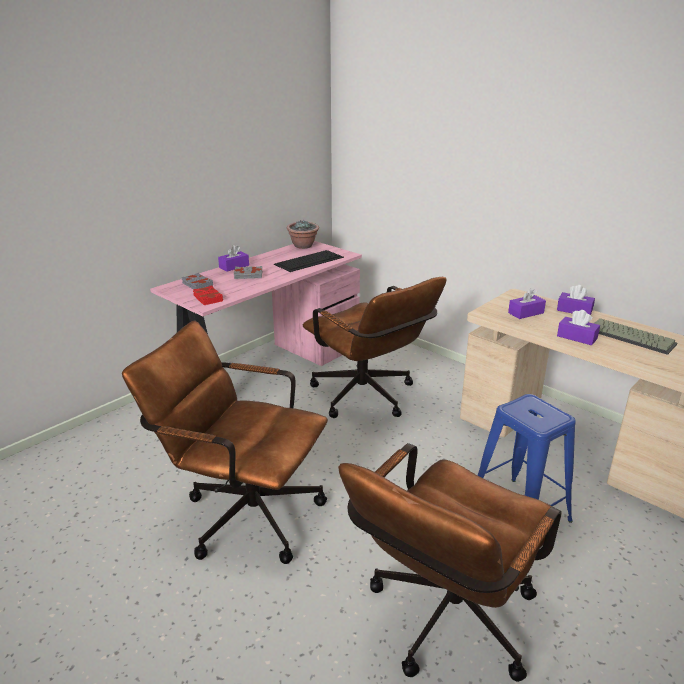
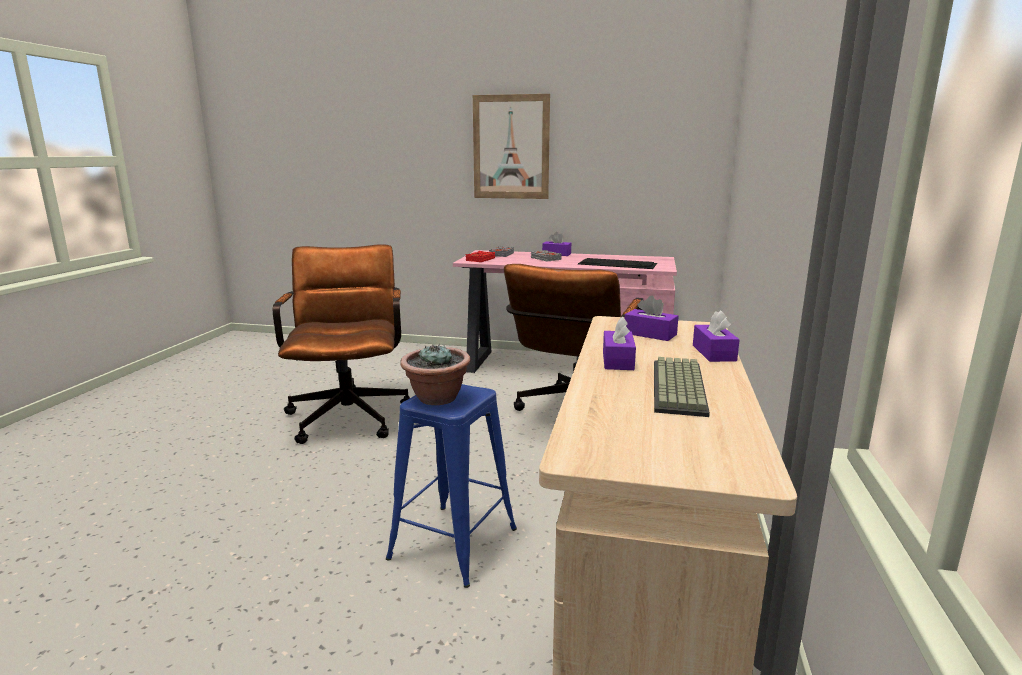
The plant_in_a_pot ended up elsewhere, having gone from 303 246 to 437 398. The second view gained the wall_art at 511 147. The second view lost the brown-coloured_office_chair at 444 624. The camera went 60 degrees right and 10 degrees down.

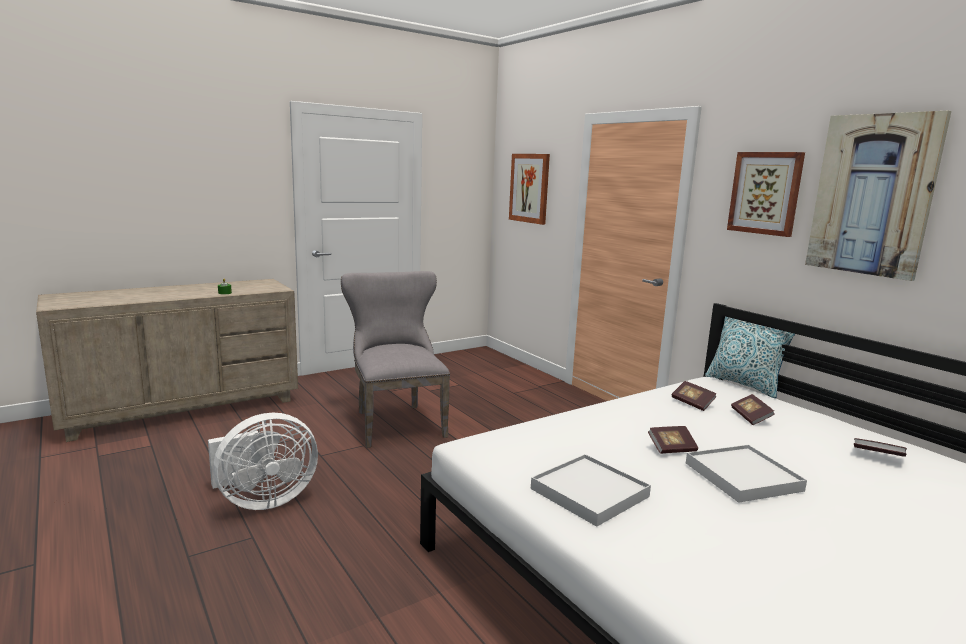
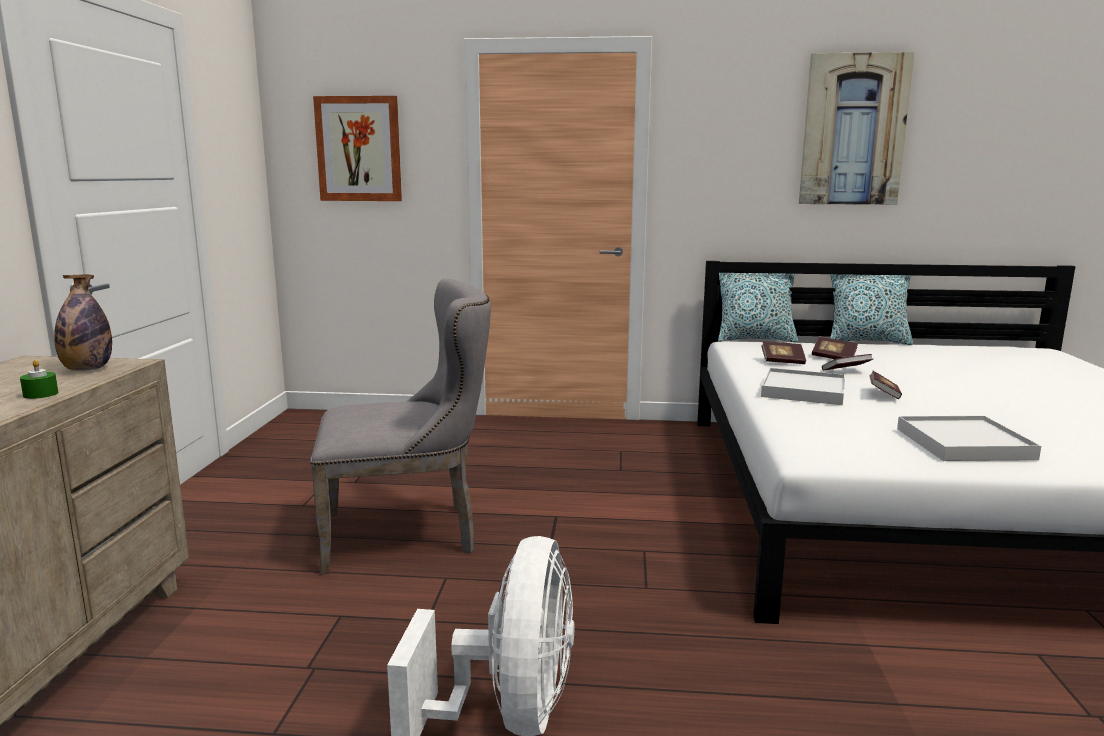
The second view gained the drink_bottle at 87 369. The greyish_chair at 395 422 ended up facing another way, 150 degrees clockwise from before. The white_tray ended up elsewhere, having gone from 742 476 to 803 391. The book ended up elsewhere, having gone from 877 456 to 846 371. The second view gained the cushion at 867 341. The second view lost the wall_art at 765 193. The camera went 50 degrees left and 0 degrees up.

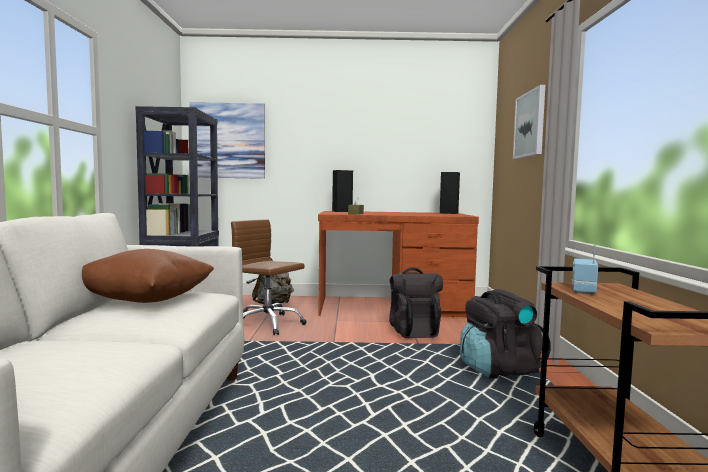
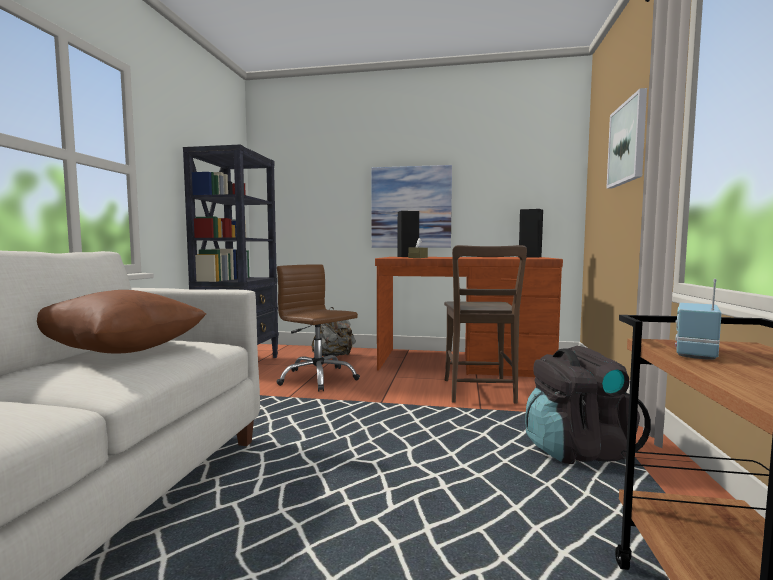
The wall_art ended up elsewhere, having gone from 228 140 to 411 207. Where the black-coloured_backpack stood at 413 331, the brown-coloured_chair came to stand at 479 392. The camera went 10 degrees right and 0 degrees up.

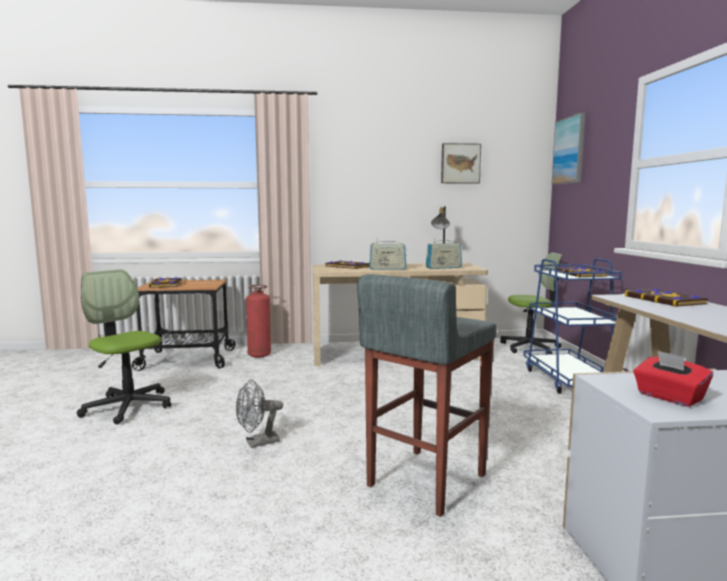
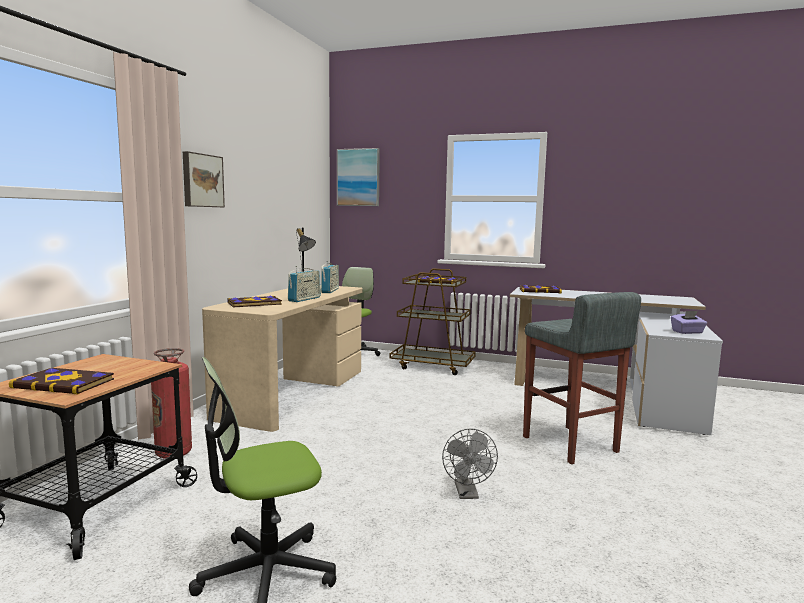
The wall_art ended up elsewhere, having gone from 460 163 to 202 180. What was the blue_cart at 568 380 turned into the brown-coloured_cart at 433 366. What was the reddish_box_of_tissues at 669 397 turned into the purplish_box_of_tissues at 687 332. The camera went 65 degrees left and 0 degrees up.

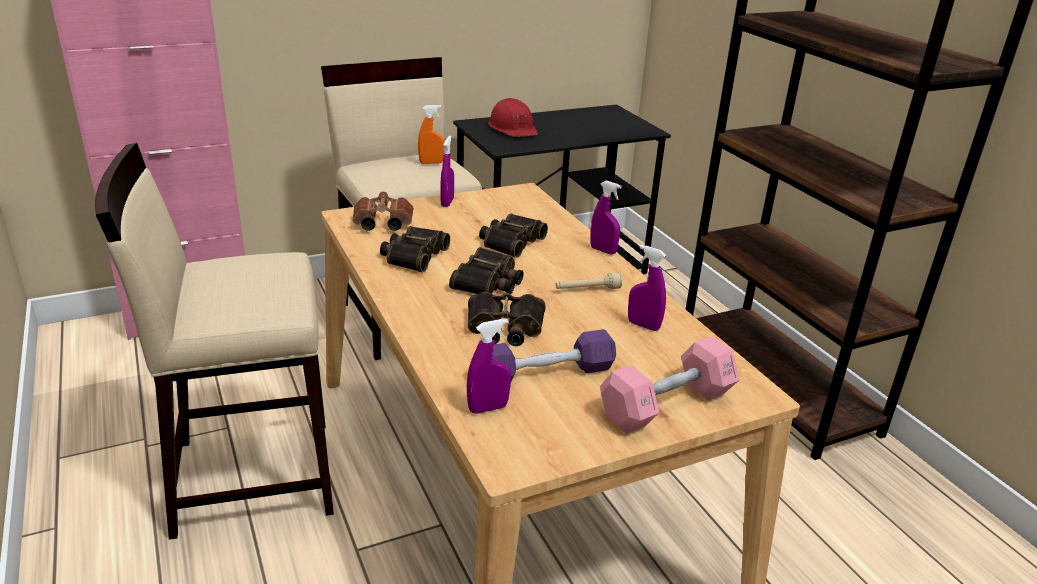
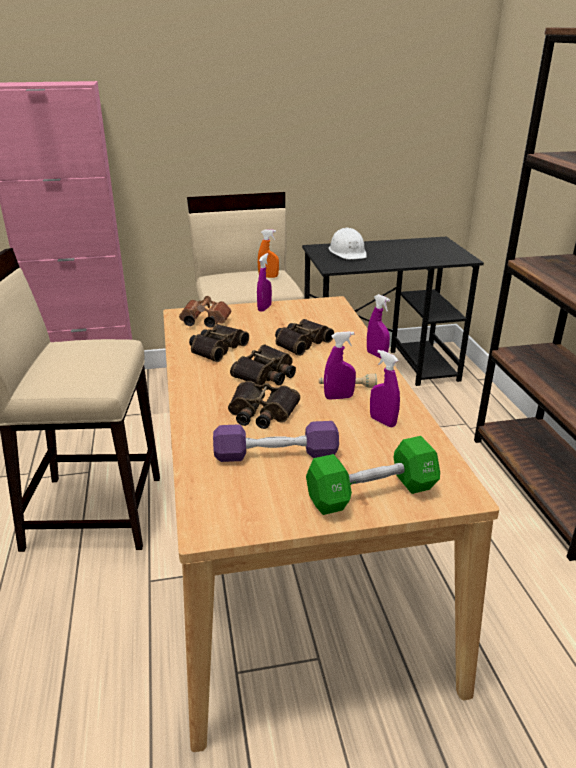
What was the pinkish_free_weight at 667 404 turned into the green-coloured_free_weight at 371 493. The purplish_spray_bottle ended up elsewhere, having gone from 488 408 to 338 397. What was the reddish_safety_helmet at 512 128 turned into the white_safety_helmet at 348 252. The camera went 15 degrees right and 0 degrees up.

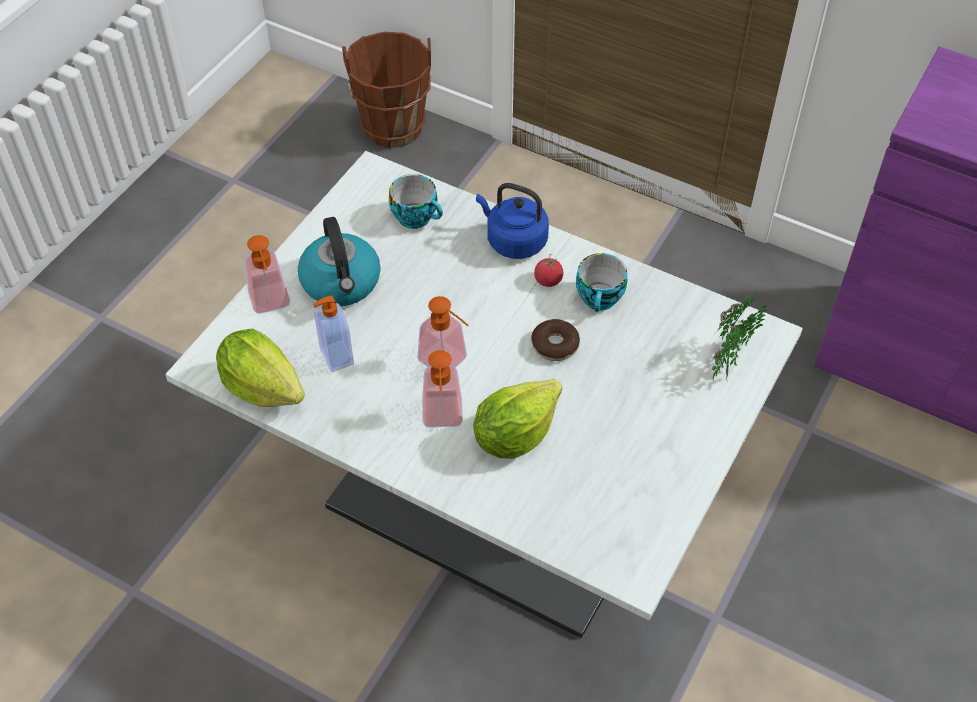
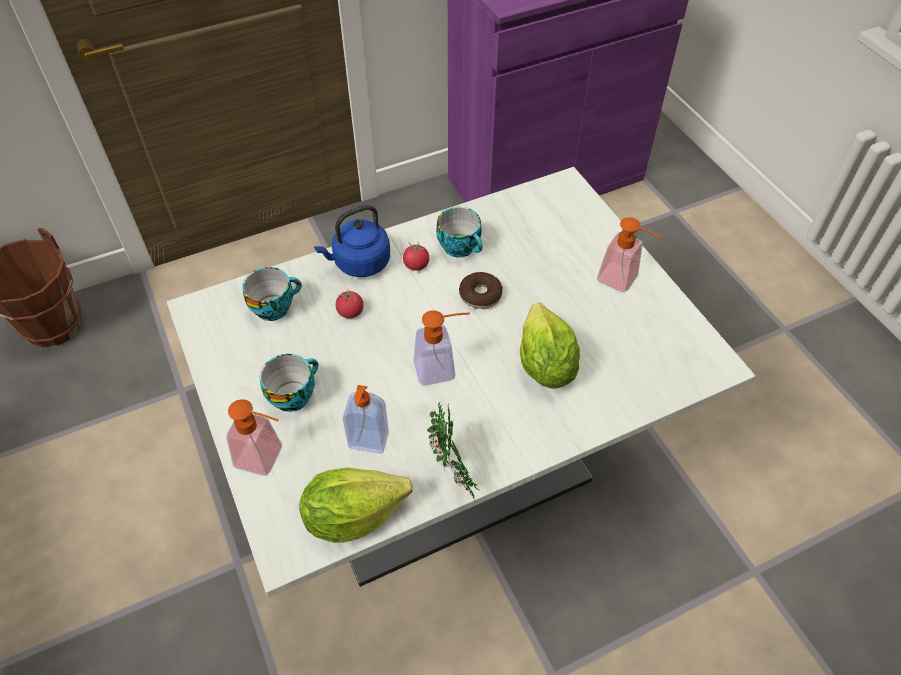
Where the kettle stood at 341 283, the drinking_cup came to stand at 293 394. The second view gained the fresh_tomato at 350 312. The plant_in_a_pot ended up elsewhere, having gone from 727 360 to 452 472. The soap_bottle ended up elsewhere, having gone from 442 420 to 624 281. The camera went 55 degrees left and 0 degrees up.

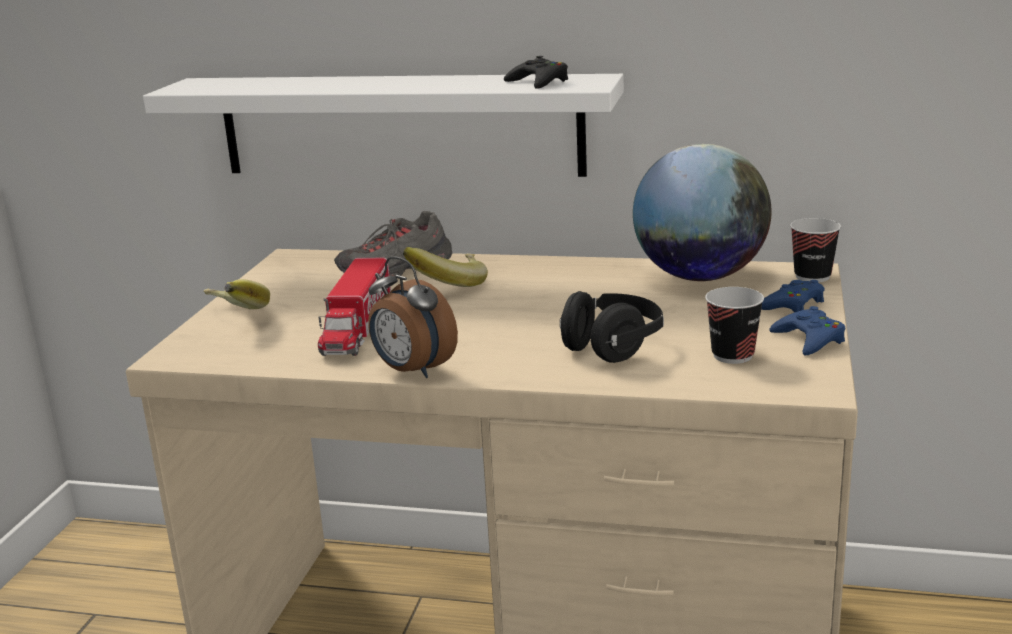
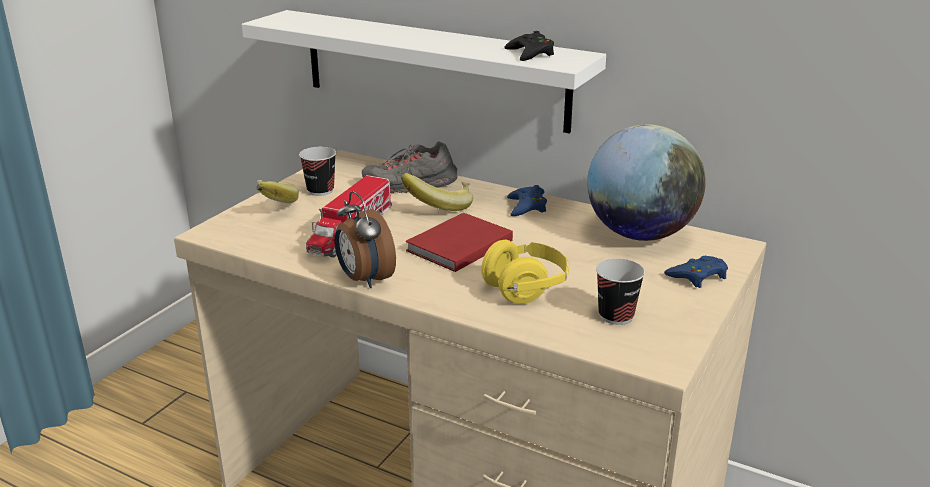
The drinking_cup ended up elsewhere, having gone from 812 276 to 320 191. The second view gained the reddish_book at 456 246. What was the black-coloured_headset at 612 347 turned into the yellow_headset at 526 288. The blue_joypad ended up elsewhere, having gone from 809 339 to 526 206. The camera went 15 degrees right and 5 degrees up.

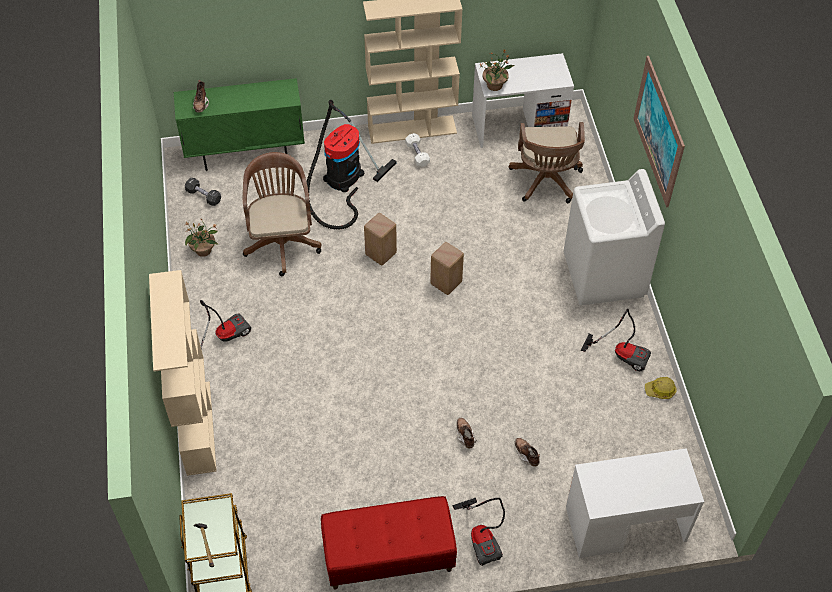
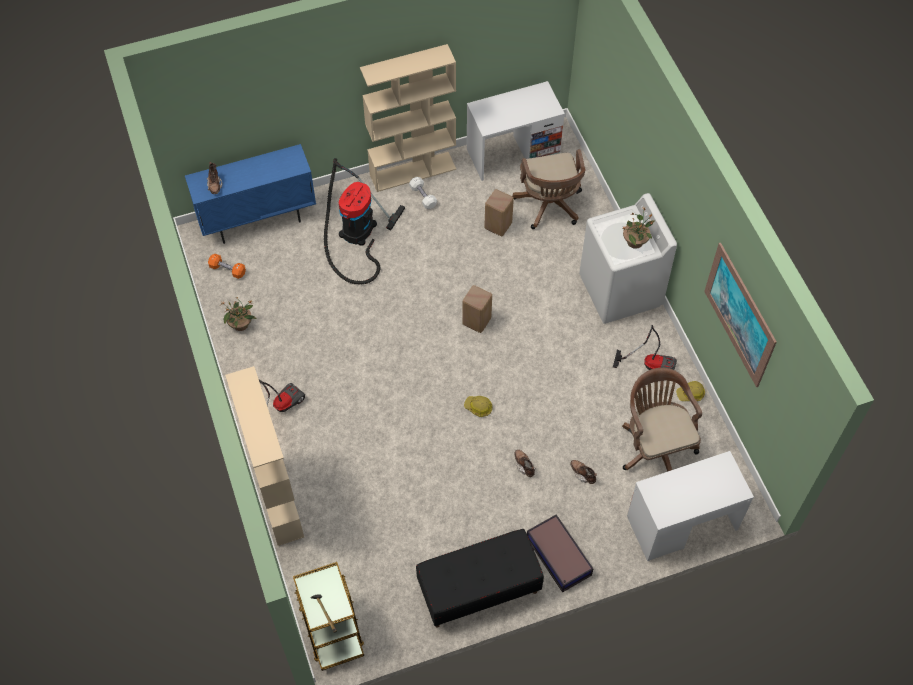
What was the green-coloured_cabinet at 246 154 turned into the blue_cabinet at 258 220. What was the black-coloured_free_weight at 203 196 turned into the orangey_free_weight at 227 270. What was the reddish_bench at 388 557 turned into the black-coloured_bench at 478 589. The second view gained the safety_helmet at 478 407. The beige-coloured_stool ended up elsewhere, having gone from 380 253 to 498 225. Where the hoover stood at 482 537, the storage_box came to stand at 558 557. The brown-coloured_office_chair ended up elsewhere, having gone from 282 241 to 655 446. The plant_in_a_pot ended up elsewhere, having gone from 495 85 to 635 241. The wall_art ended up elsewhere, having gone from 658 131 to 739 315. The camera went 10 degrees left and 5 degrees up.

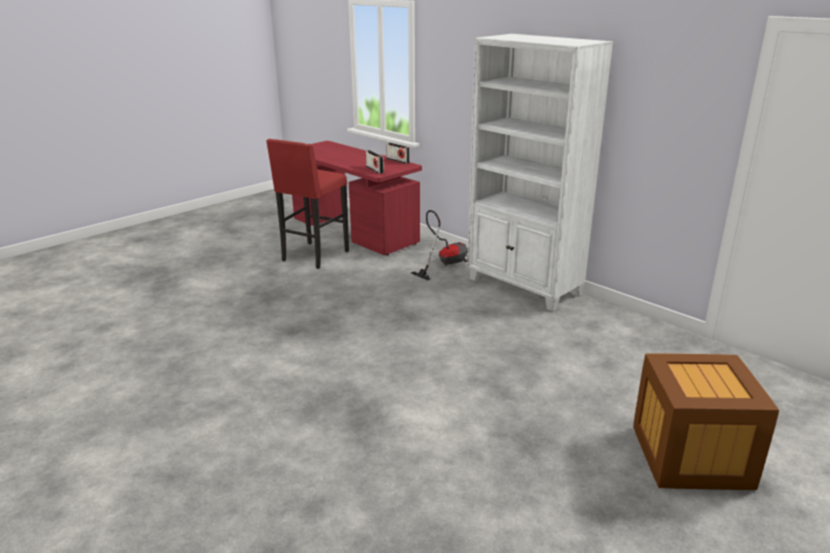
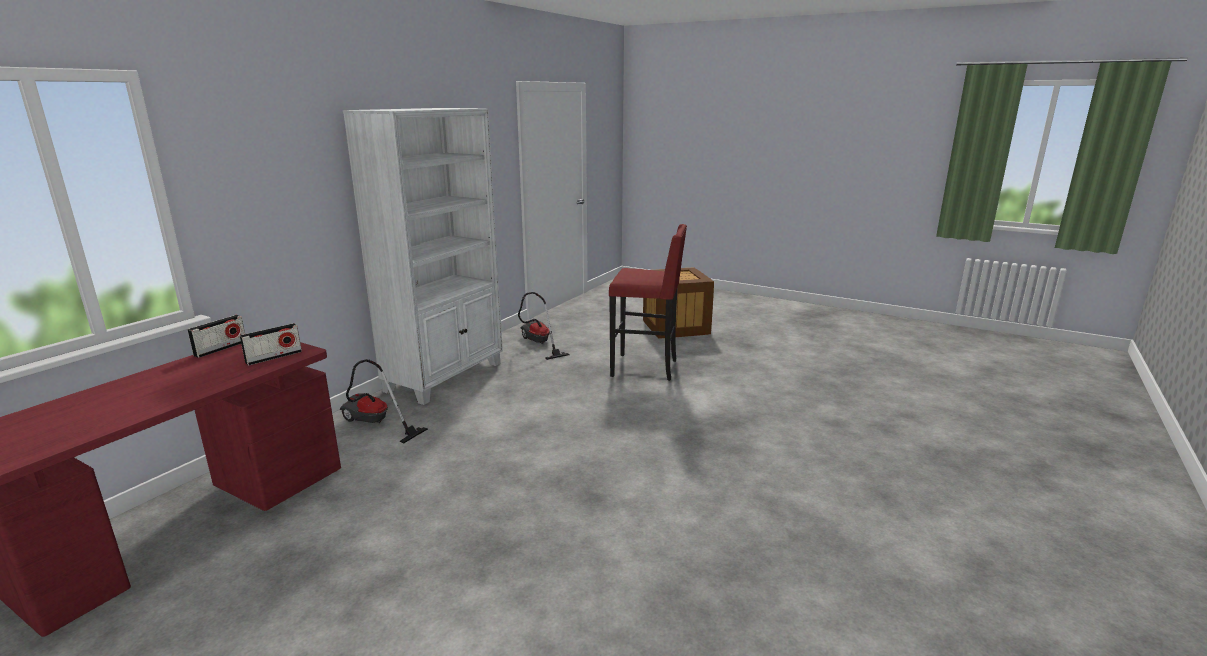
The second view gained the hoover at 538 344. The reddish_stool ended up elsewhere, having gone from 314 256 to 646 368. The camera went 105 degrees left and 5 degrees down.

